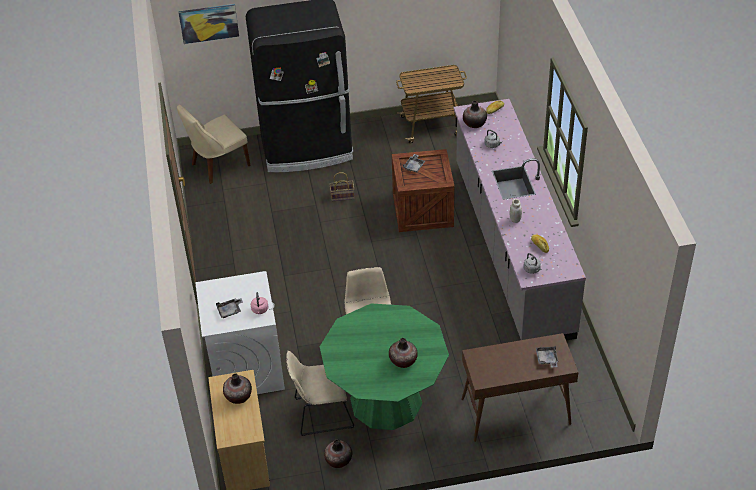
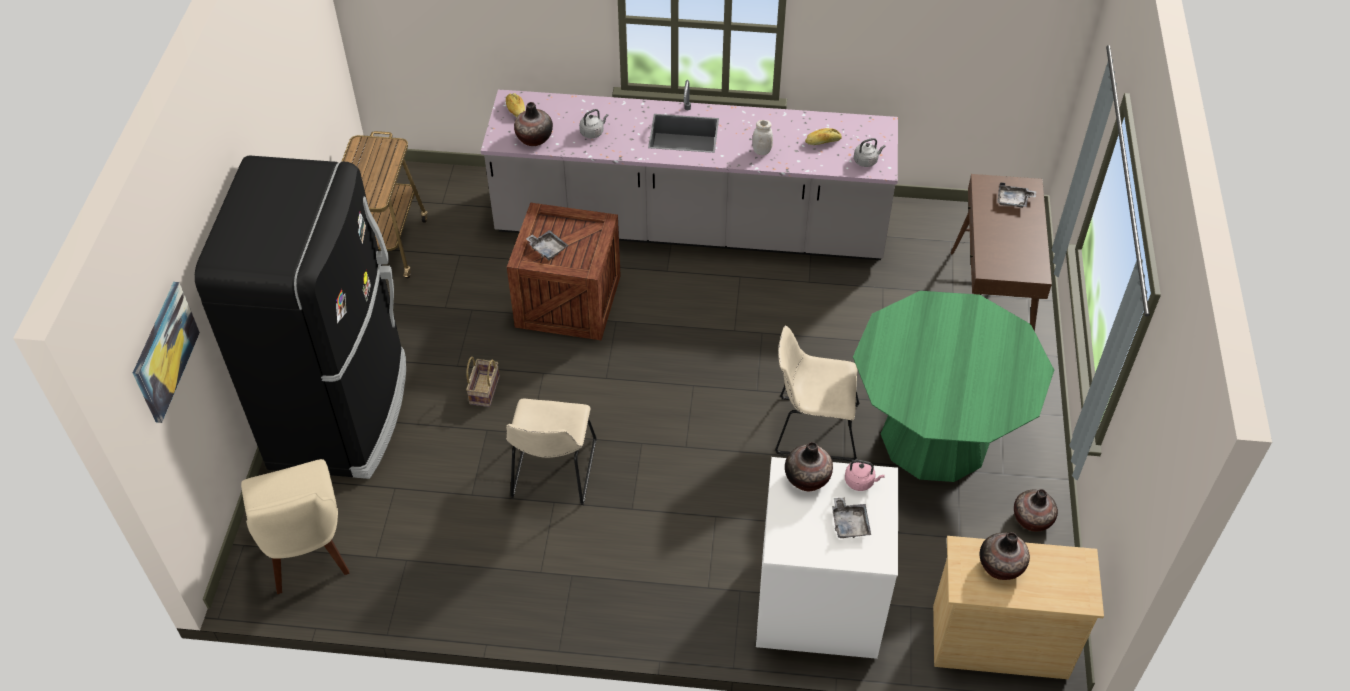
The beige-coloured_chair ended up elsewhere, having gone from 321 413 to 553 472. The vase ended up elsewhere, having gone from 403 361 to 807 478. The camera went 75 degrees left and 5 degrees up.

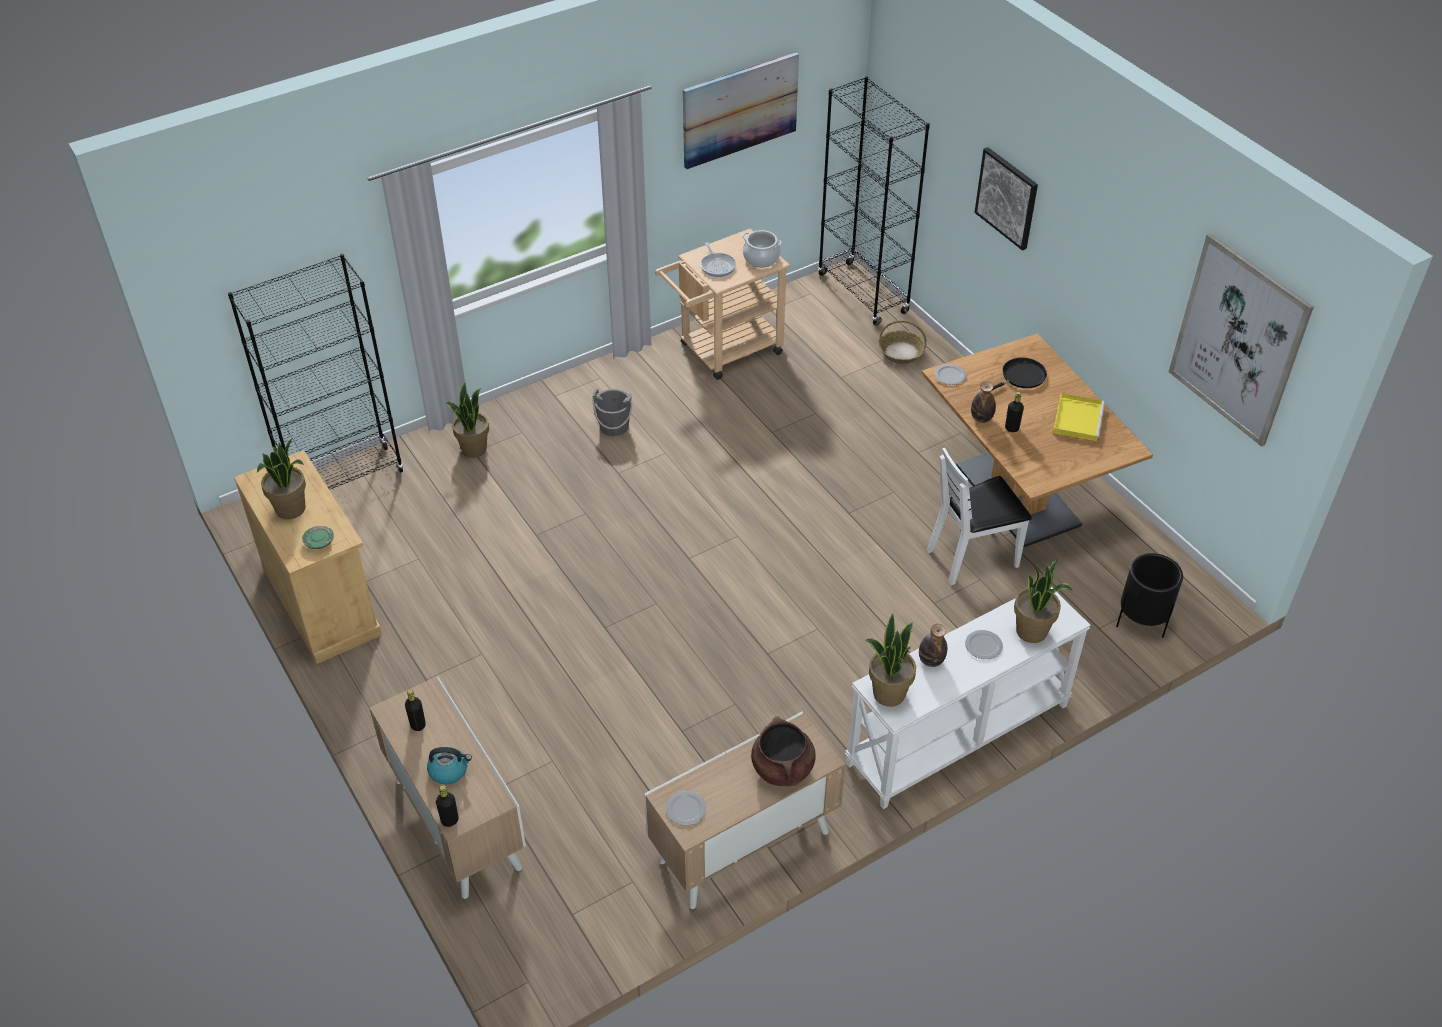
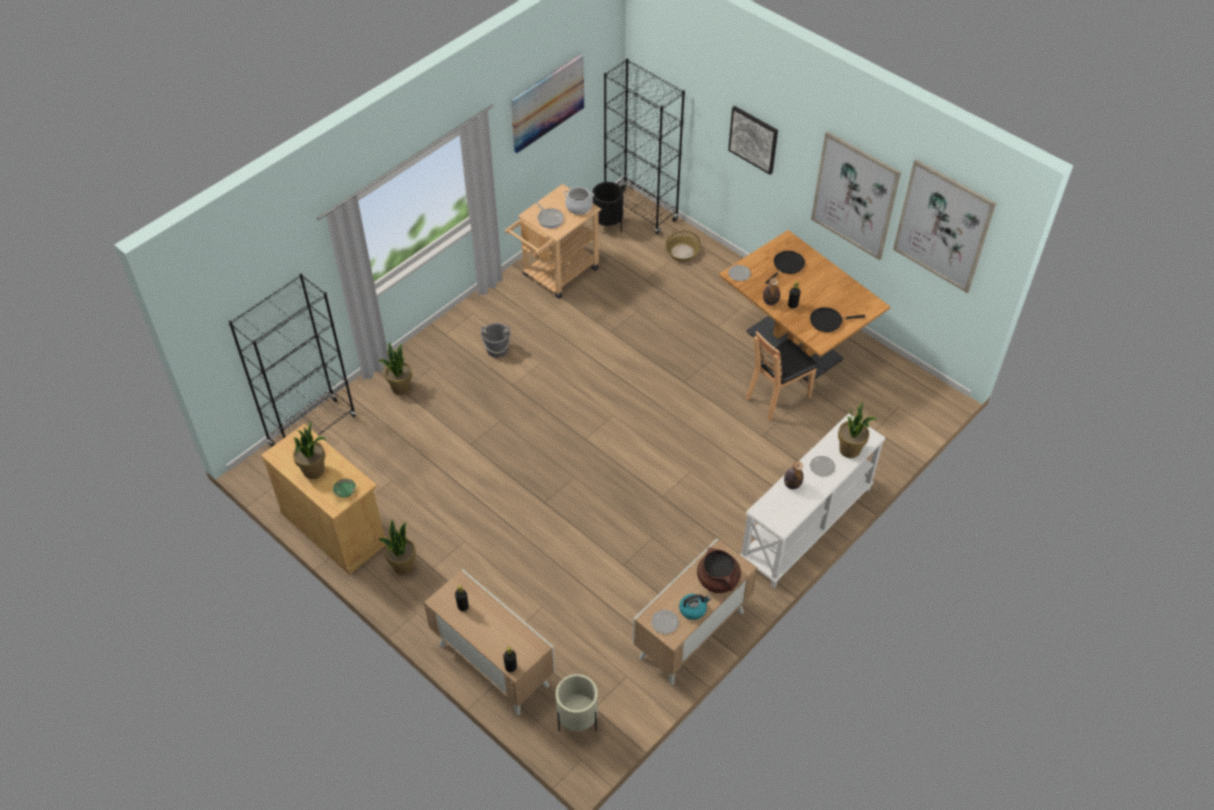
The plant_in_a_pot ended up elsewhere, having gone from 888 693 to 403 565. The second view gained the beige-coloured_planter at 577 720. The black-coloured_planter ended up elsewhere, having gone from 1141 622 to 608 226. The kettle ended up elsewhere, having gone from 449 770 to 693 609. What was the white_chair at 973 557 turned into the brown-coloured_chair at 778 397. The second view gained the black-coloured_skillet at 828 321. The second view gained the wall_art at 855 196. The second view lost the yellow_tray at 1077 419. The camera went 15 degrees left and 5 degrees up.

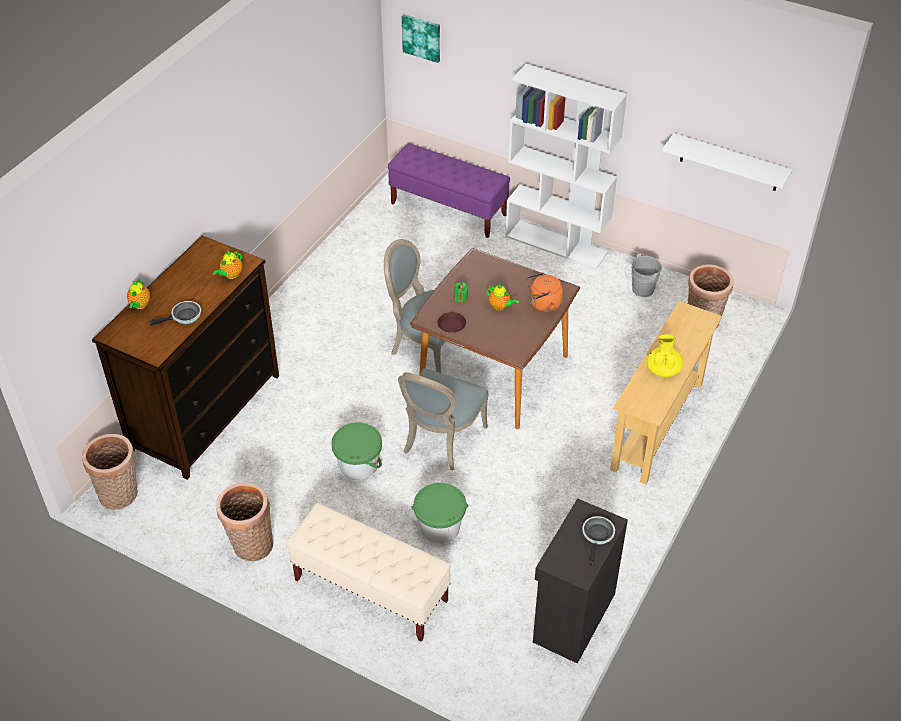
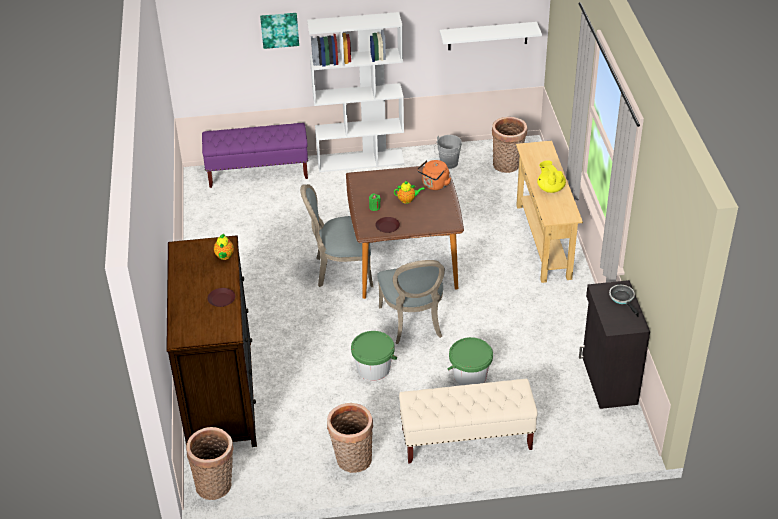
Where the skillet stood at 184 317, the brown-coloured_dinner_plate came to stand at 222 299. The wall_art ended up elsewhere, having gone from 422 37 to 279 29. The second view lost the teapot at 140 305. The camera went 35 degrees left and 5 degrees down.

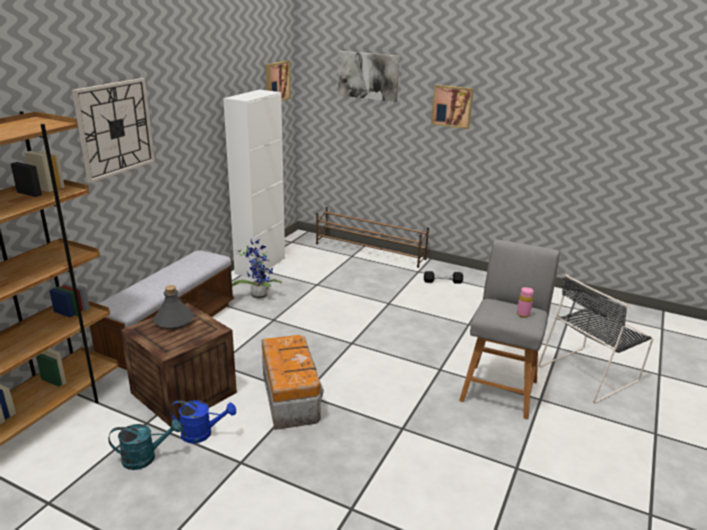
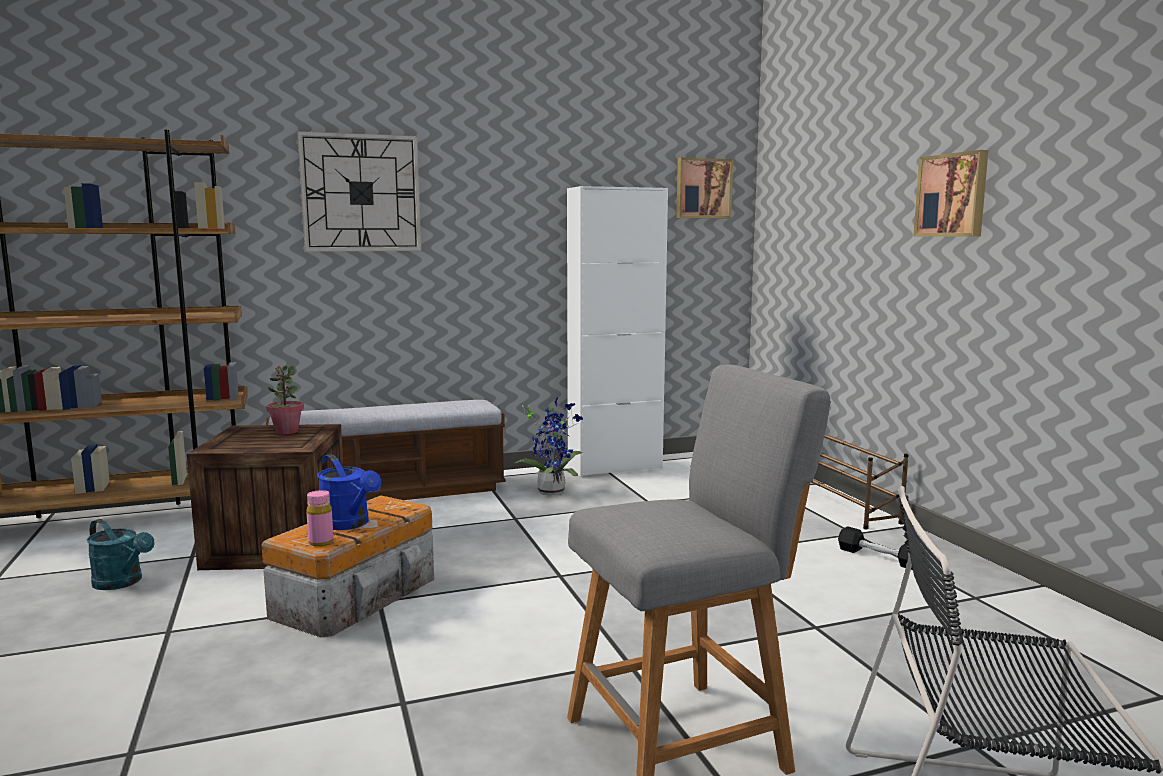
Where the greyish_drink_bottle stood at 174 321, the plant_in_a_pot came to stand at 286 431. The pinkish_drink_bottle ended up elsewhere, having gone from 523 314 to 321 542. The blue_sprinkling_can ended up elsewhere, having gone from 202 433 to 349 524. The second view lost the wall_art at 368 75. The camera went 45 degrees right and 15 degrees down.

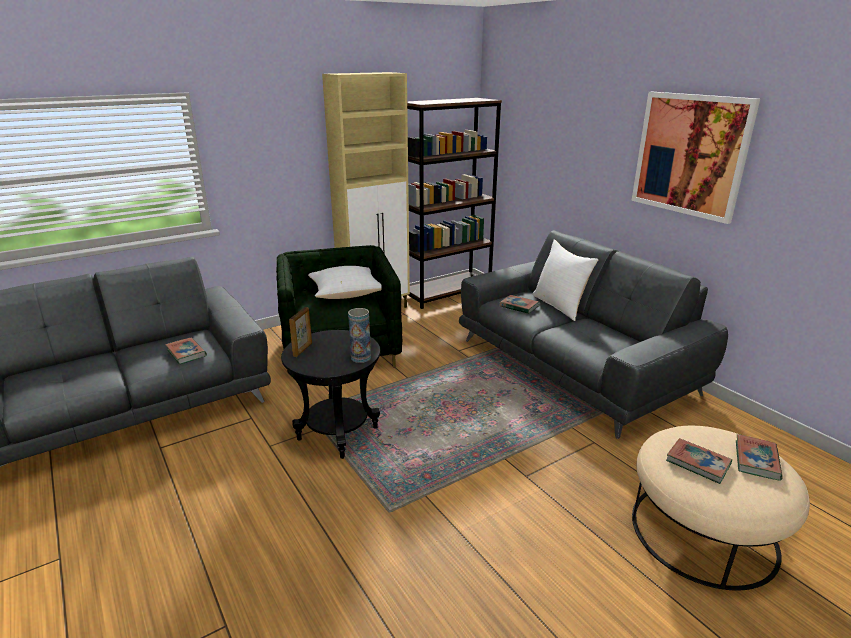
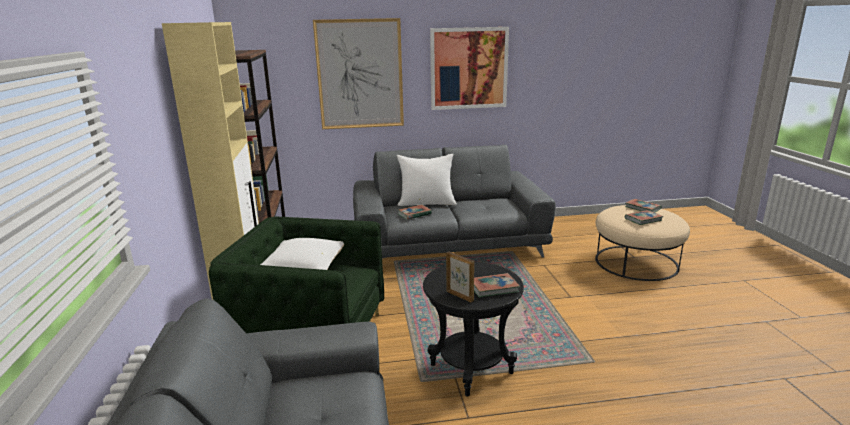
The second view gained the wall_art at 360 74. The book ended up elsewhere, having gone from 186 353 to 493 288. The second view lost the vase at 361 357. The camera went 65 degrees left and 5 degrees down.

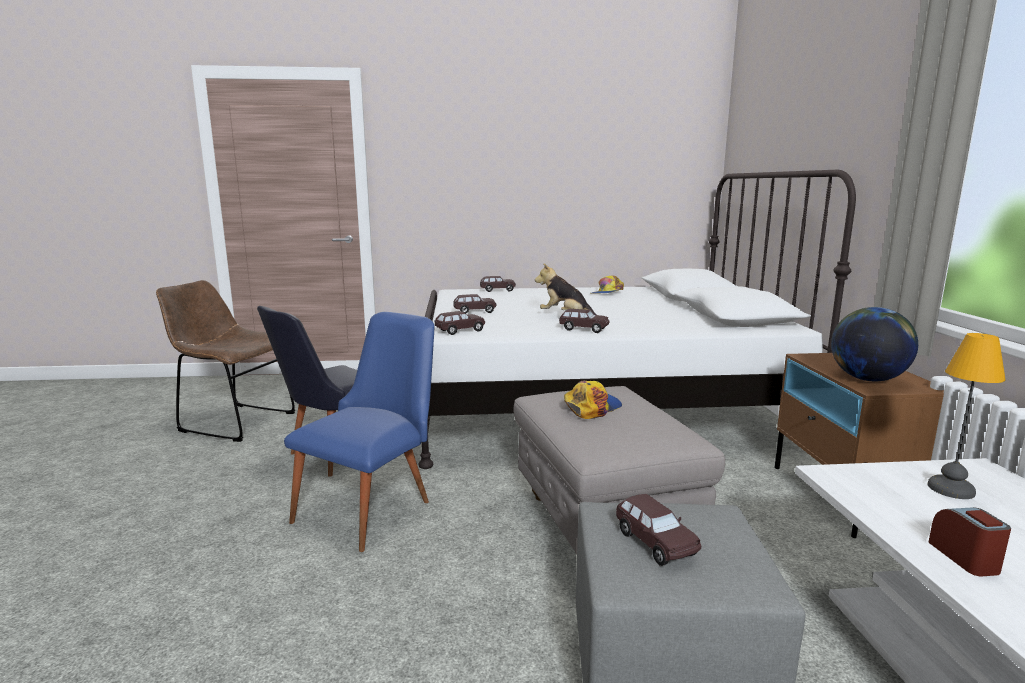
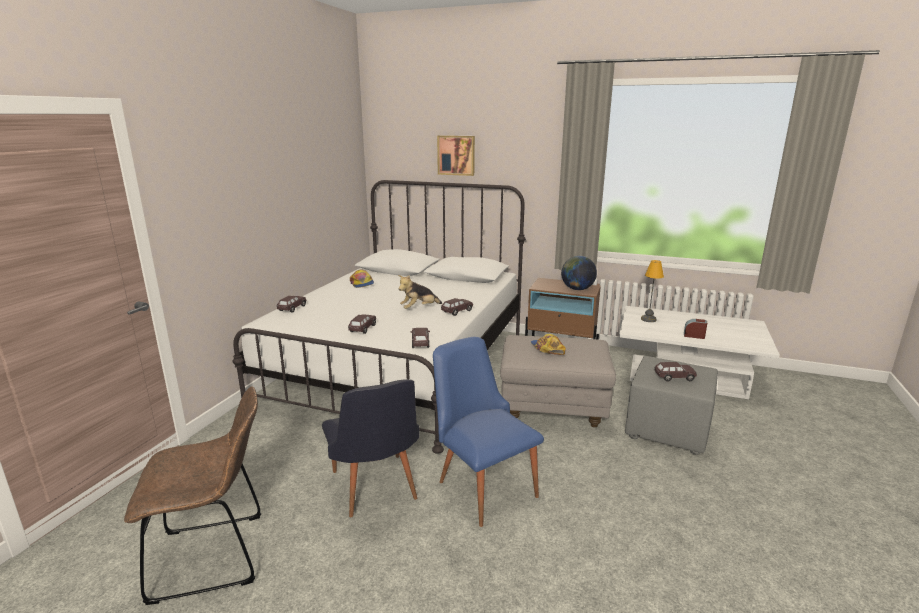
The brown-coloured_chair at 233 421 ended up facing another way, 150 degrees counterclockwise from before. The second view gained the wall_art at 456 155. The camera went 65 degrees left and 5 degrees up.

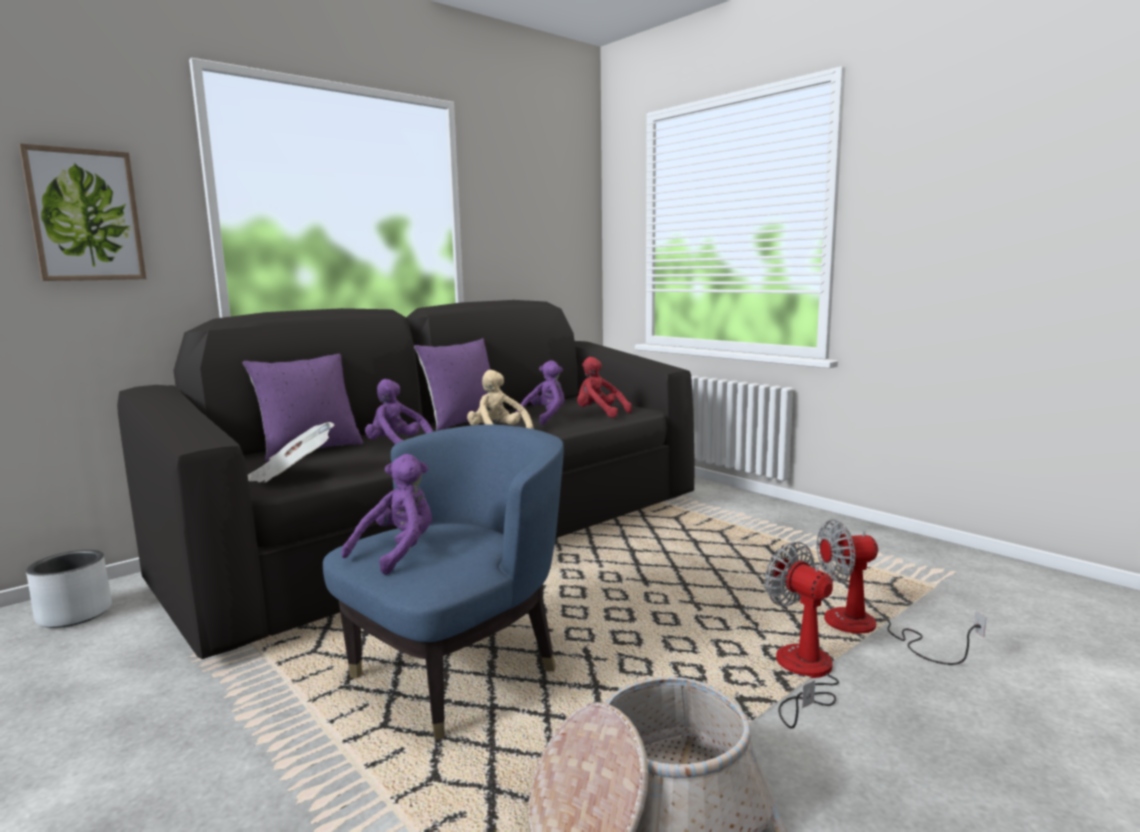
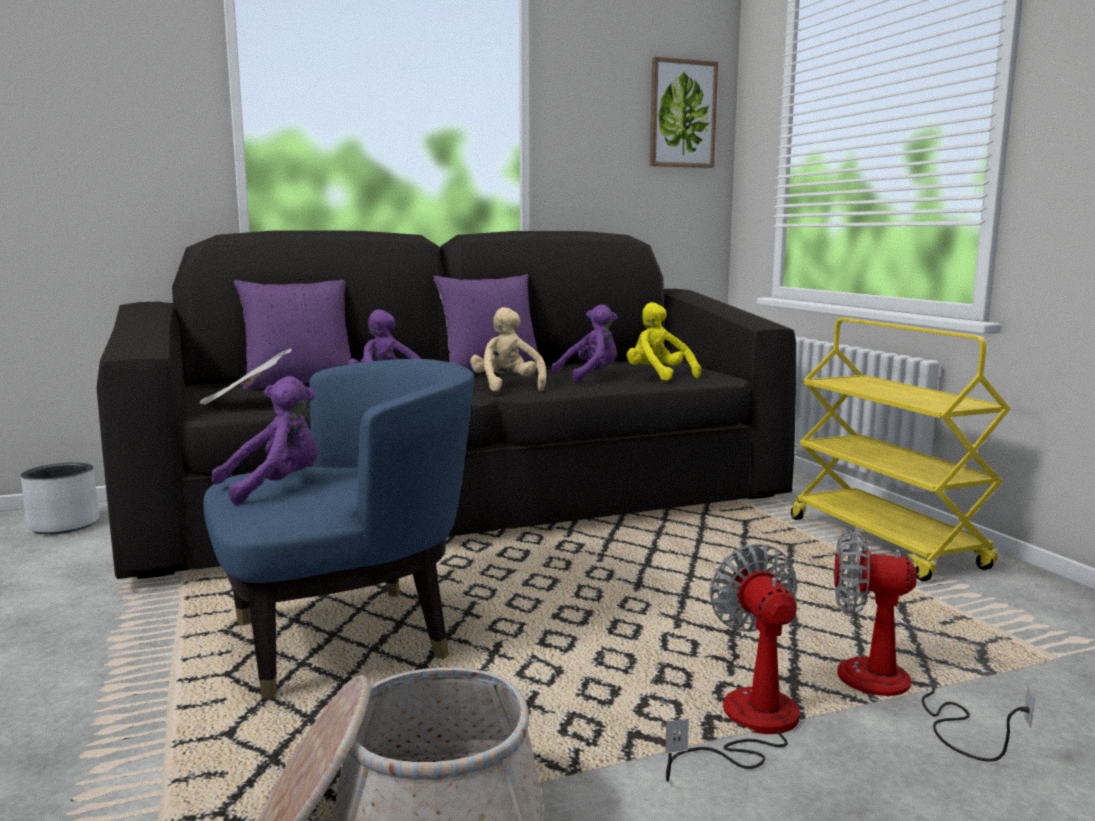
What was the reddish_soft_toy at 599 414 turned into the yellow_soft_toy at 658 376. The wall_art ended up elsewhere, having gone from 85 215 to 682 114. The second view gained the yellow_cart at 886 543. The camera went 20 degrees right and 0 degrees up.

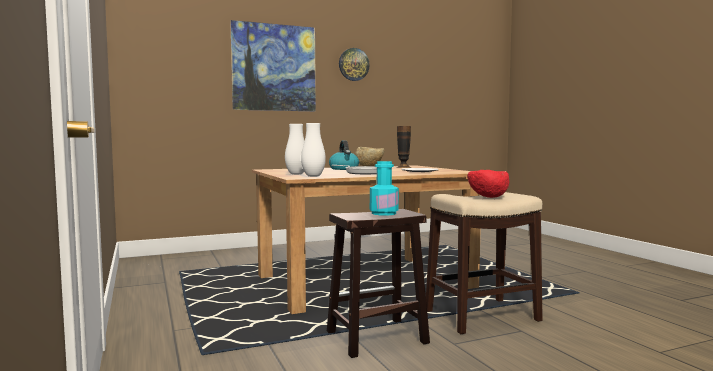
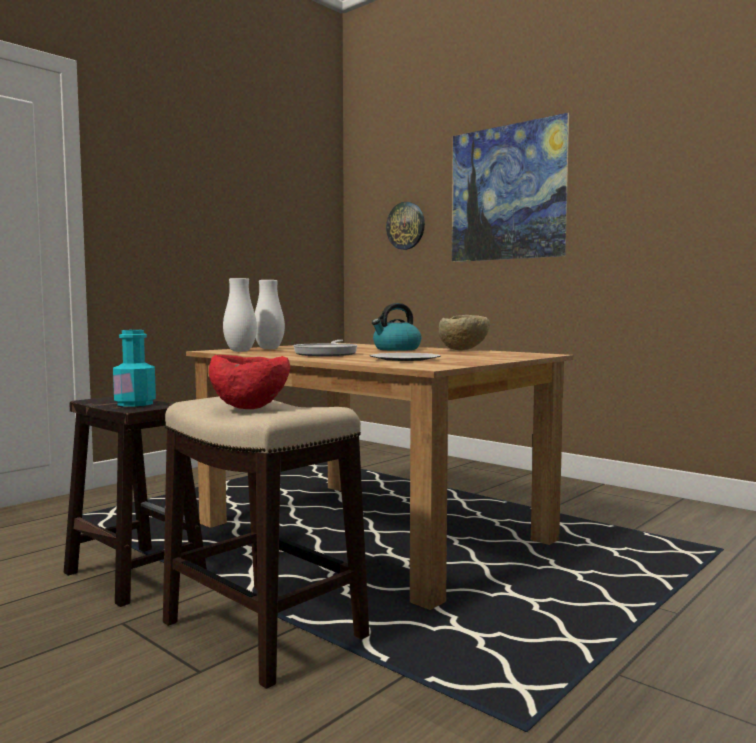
The clock_on_the_wall ended up elsewhere, having gone from 353 64 to 406 226. The second view lost the vase at 403 167. The camera went 65 degrees right and 0 degrees up.

